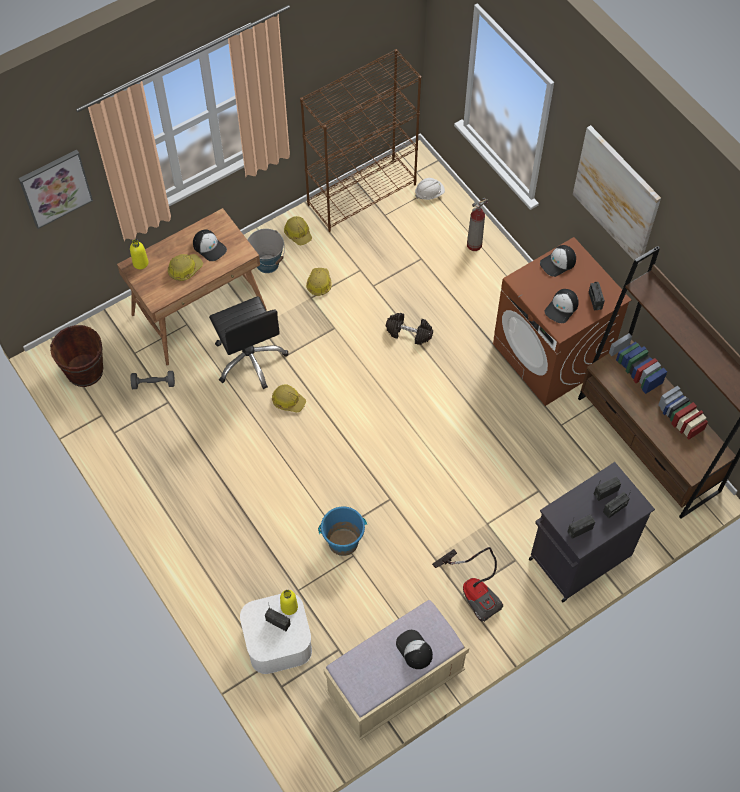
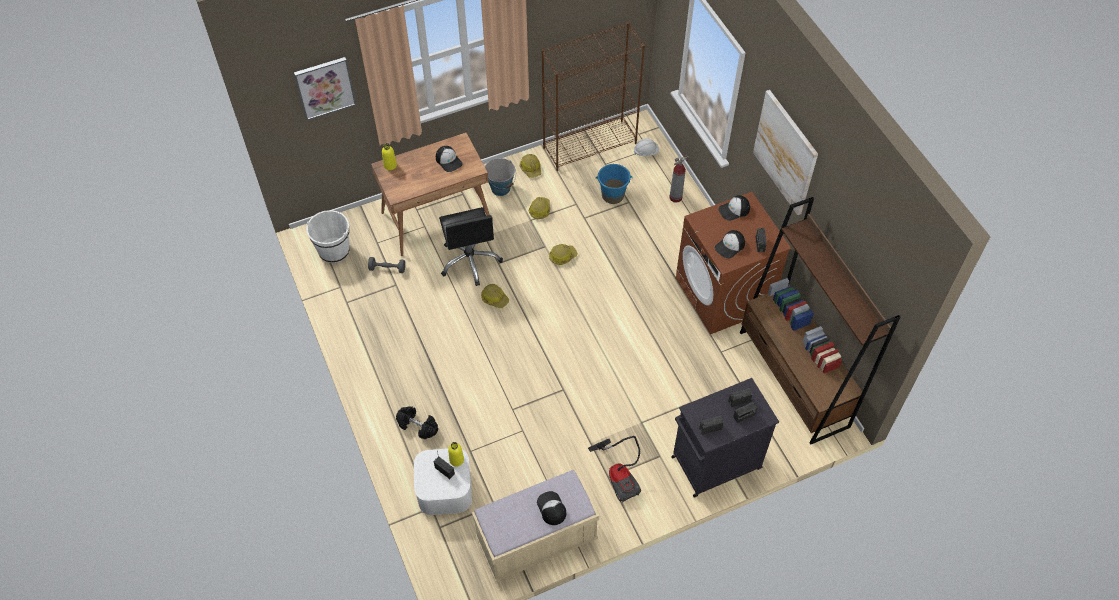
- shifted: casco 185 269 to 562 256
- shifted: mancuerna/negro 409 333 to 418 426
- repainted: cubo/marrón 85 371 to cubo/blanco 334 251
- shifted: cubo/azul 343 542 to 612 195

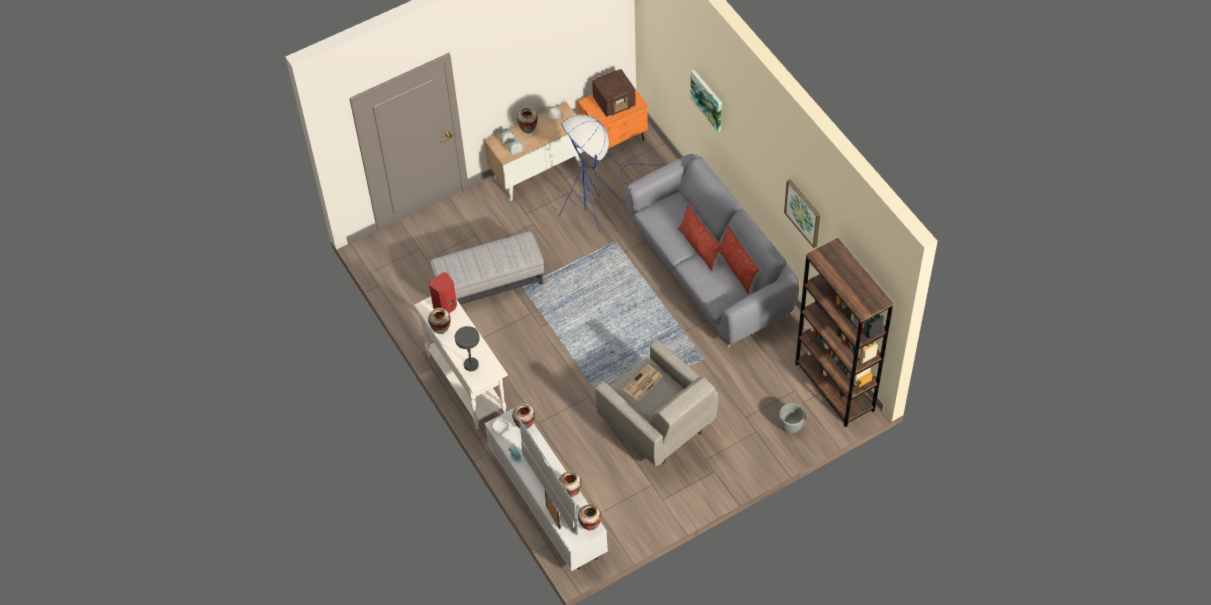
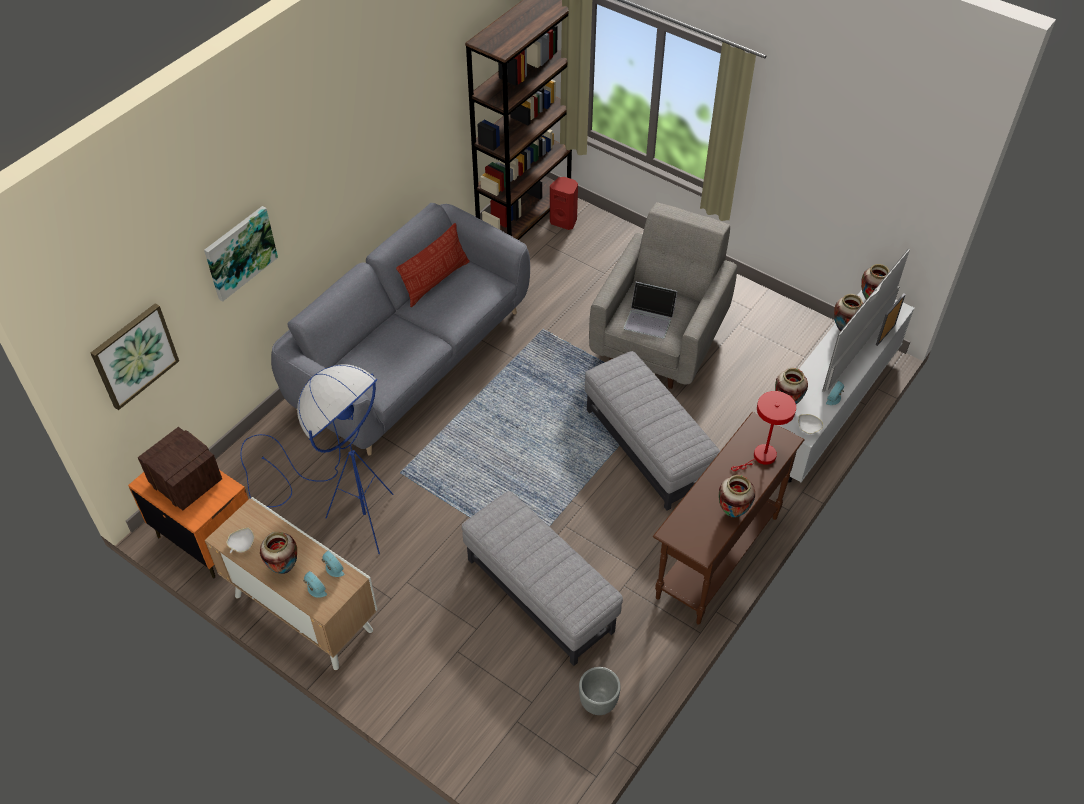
- shifted: cuadro 803 212 to 134 355
- gone: cojín 698 247
- shifted: altavoz/rojo 445 306 to 564 221
- repainted: mesa consola/blanco 466 383 to mesa consola/marrón 716 557
- repainted: lámpara de mesa/gris 470 362 to lámpara de mesa/rojo 761 457
- swapped: periódico 642 383 to portátil 649 319
- shifted: maceta/gris 791 426 to 598 701
- new: puf/gris 646 448

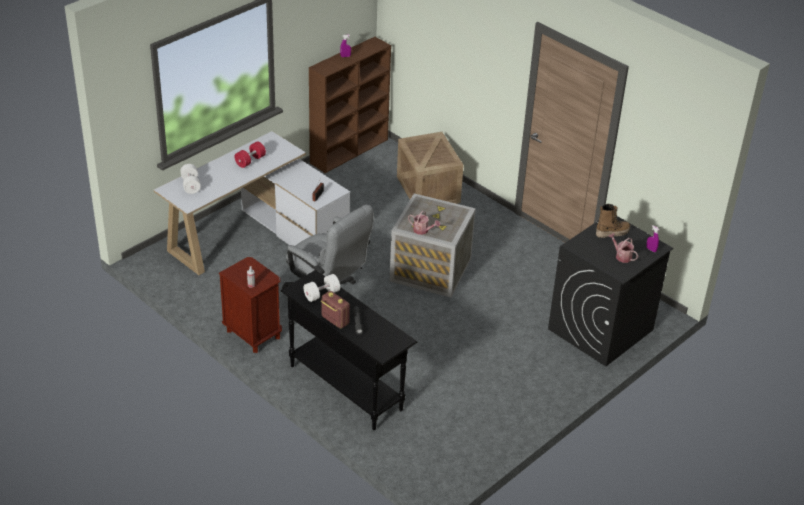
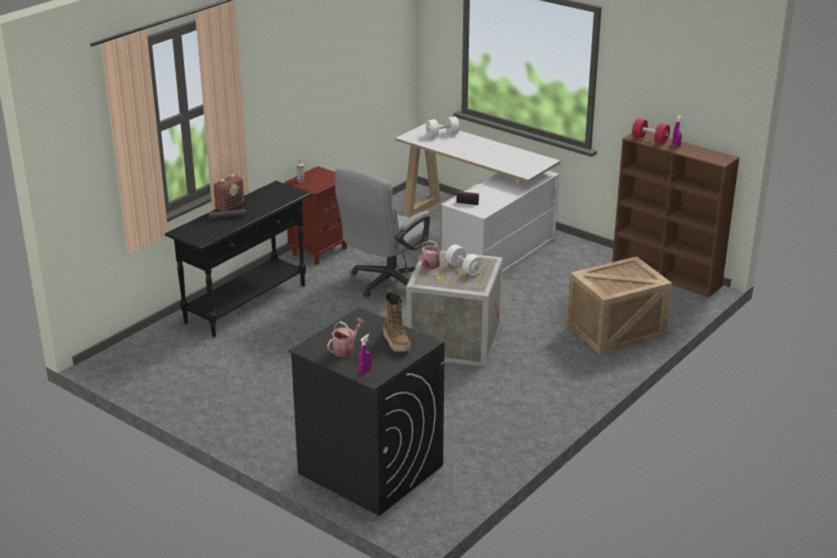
- shifted: mancuerna/rojo 250 161 to 650 139
- shifted: mancuerna/blanco 321 294 to 463 269

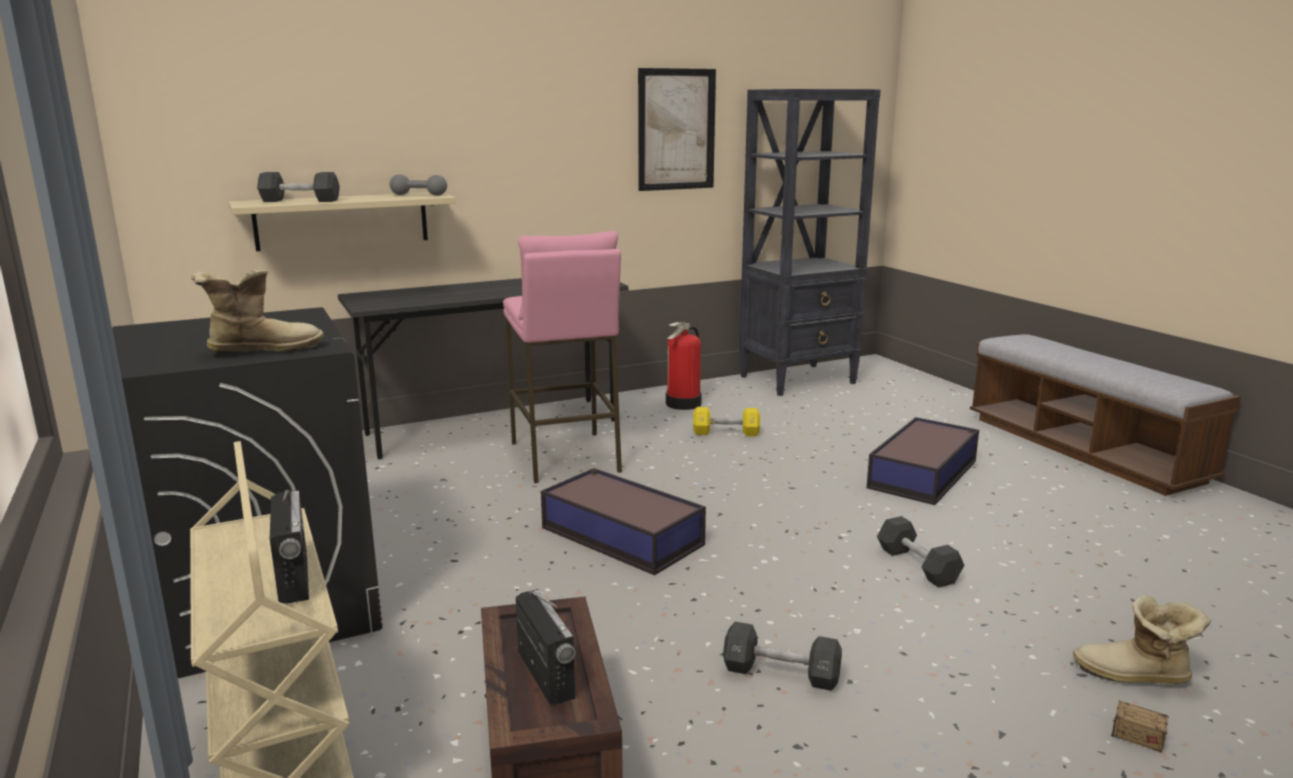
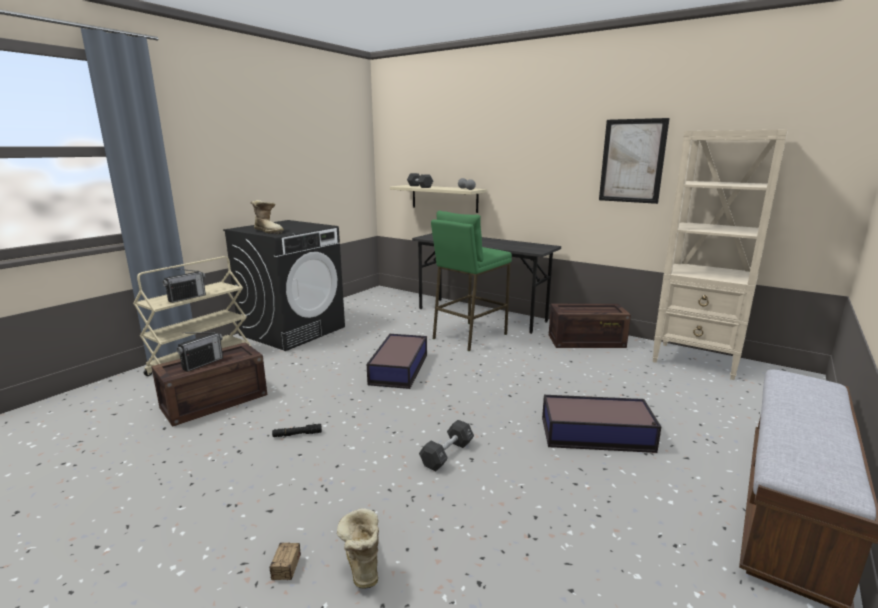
- repainted: estantería/negro 798 380 to estantería/beis 697 361
- repainted: taburete/rosa 565 457 to taburete/verde 469 336
- swapped: extintor 684 404 to caja de embalaje 585 341
- gone: mancuerna/amarillo 726 433
- swapped: mancuerna/negro 781 673 to linterna/negro 297 434

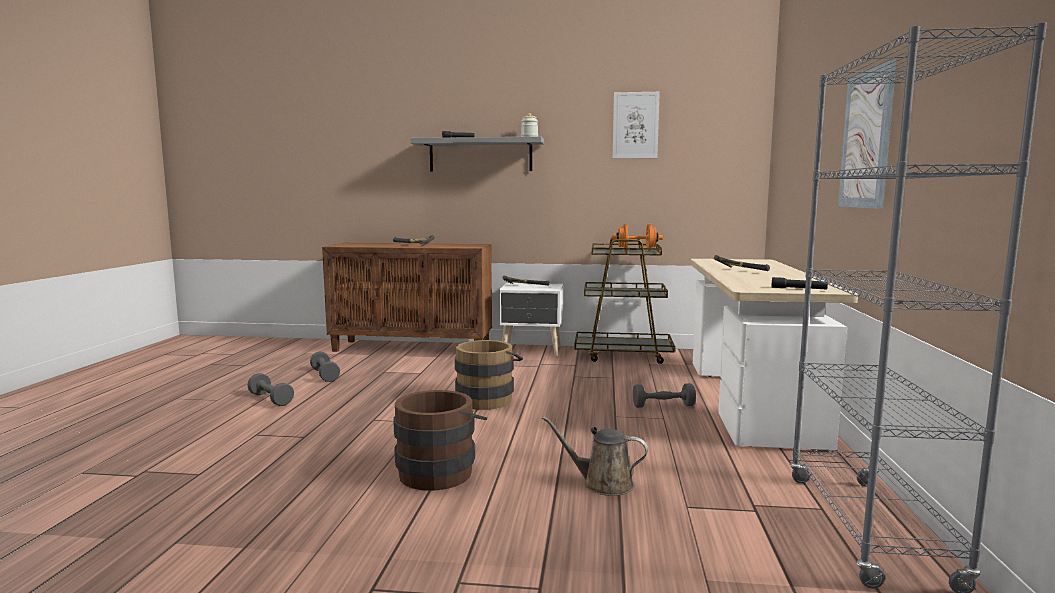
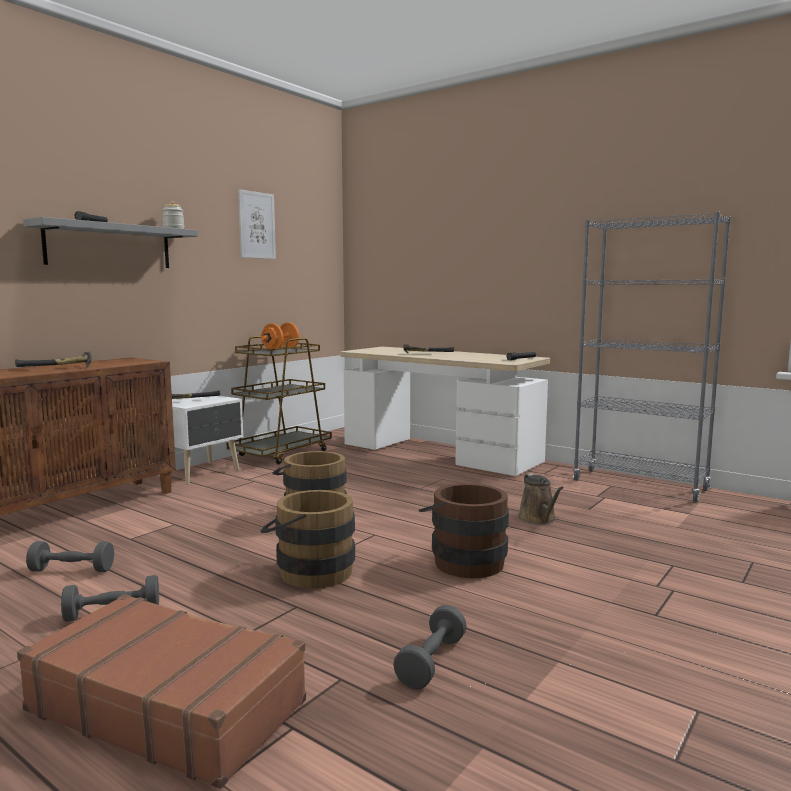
- gone: cuadro 866 139
- shifted: mancuerna/gris 663 406 to 431 662
- rotated: regadera/marrón 602 484 = 538 519 60 degrees counterclockwise
- new: cubo/marrón 309 571
- new: maleta/marrón 167 705

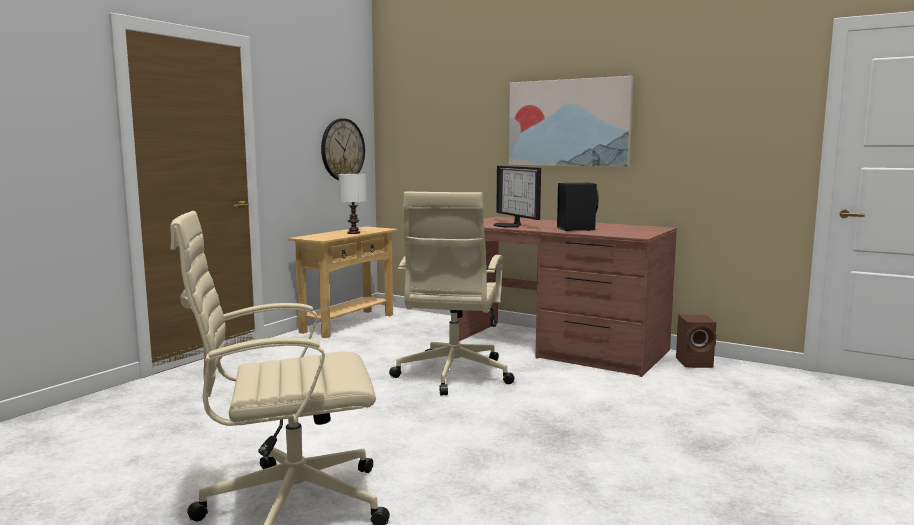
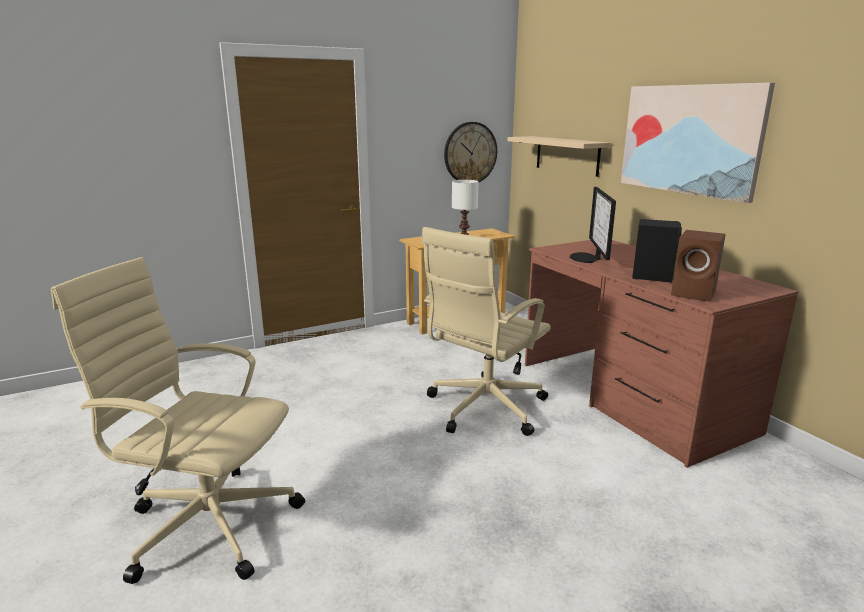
- shifted: altavoz/marrón 695 363 to 695 293
- new: estante/beis 567 155

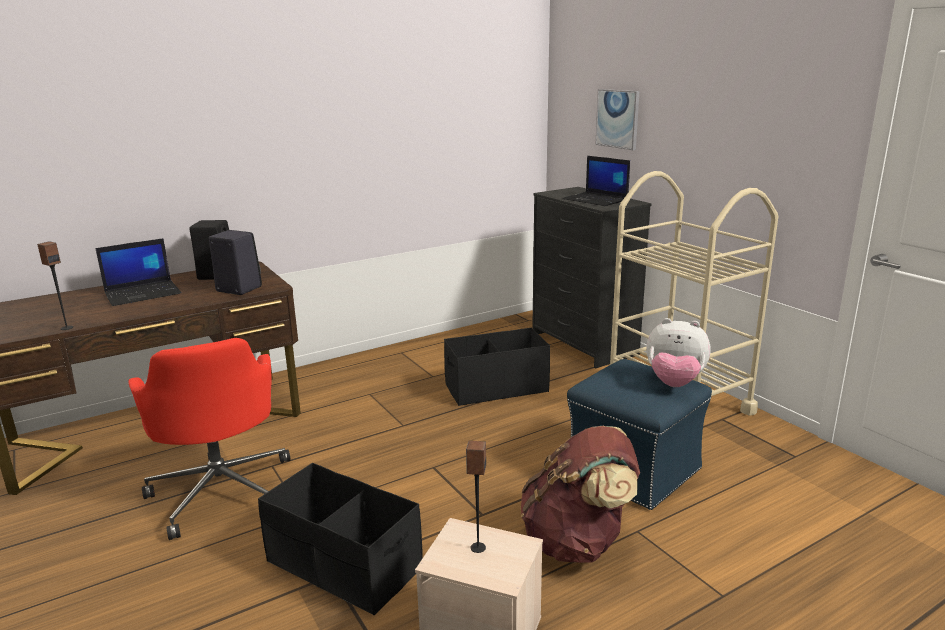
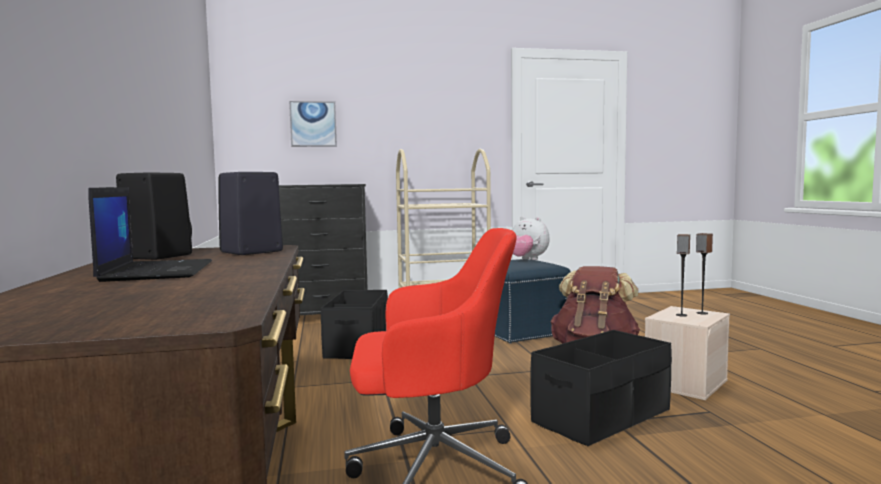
- gone: portátil 596 200
- shifted: altavoz 66 328 to 702 313
- rotated: peluche 674 383 = 526 260 90 degrees clockwise

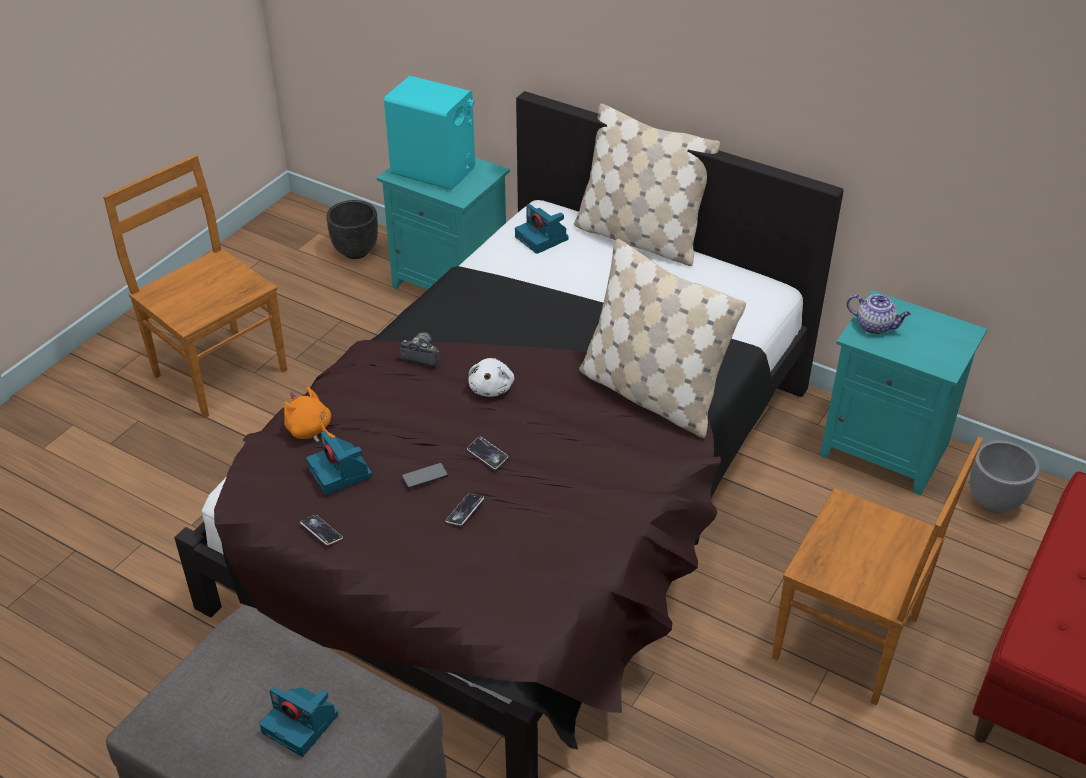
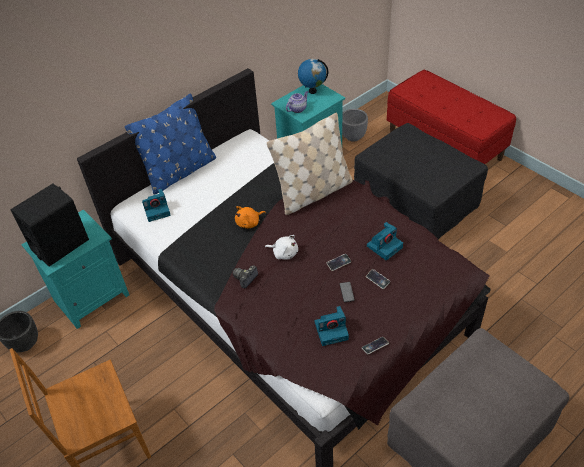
- repainted: altavoz/turquesa 433 170 to altavoz/negro 60 245
- repainted: cojín/beis 639 238 to cojín/azul 180 172
- shifted: peluche/naranja 311 431 to 249 223
- swapped: silla/marrón 850 640 to puf/negro 416 202
- shifted: cámara 302 724 to 384 246
- new: globo terráqueo 312 91

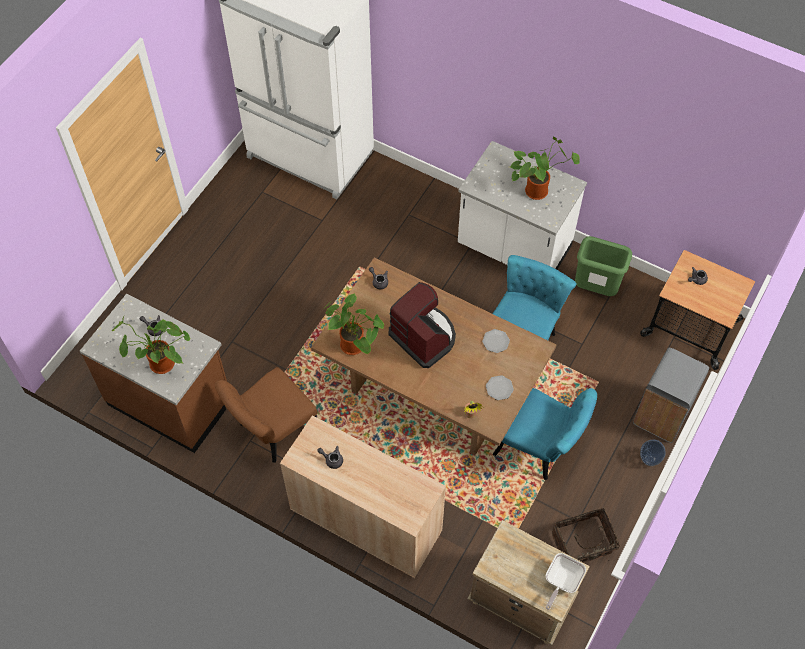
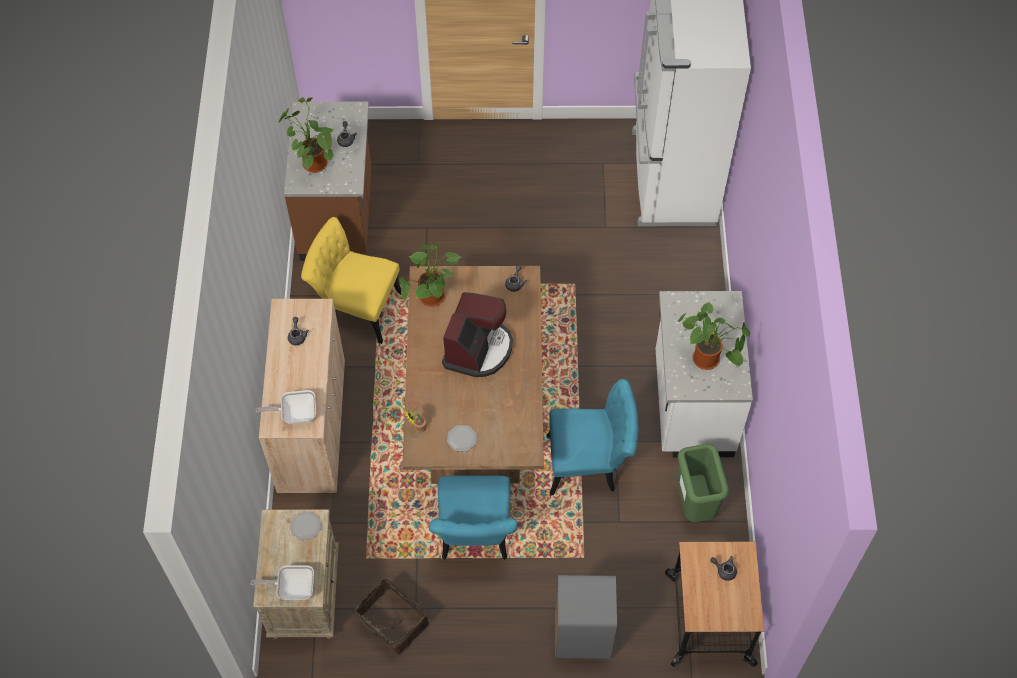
- shifted: plato 495 342 to 305 526
- repainted: silla/marrón 272 431 to silla/amarillo 356 307
- gone: florero 649 460
- new: sartén 295 414

